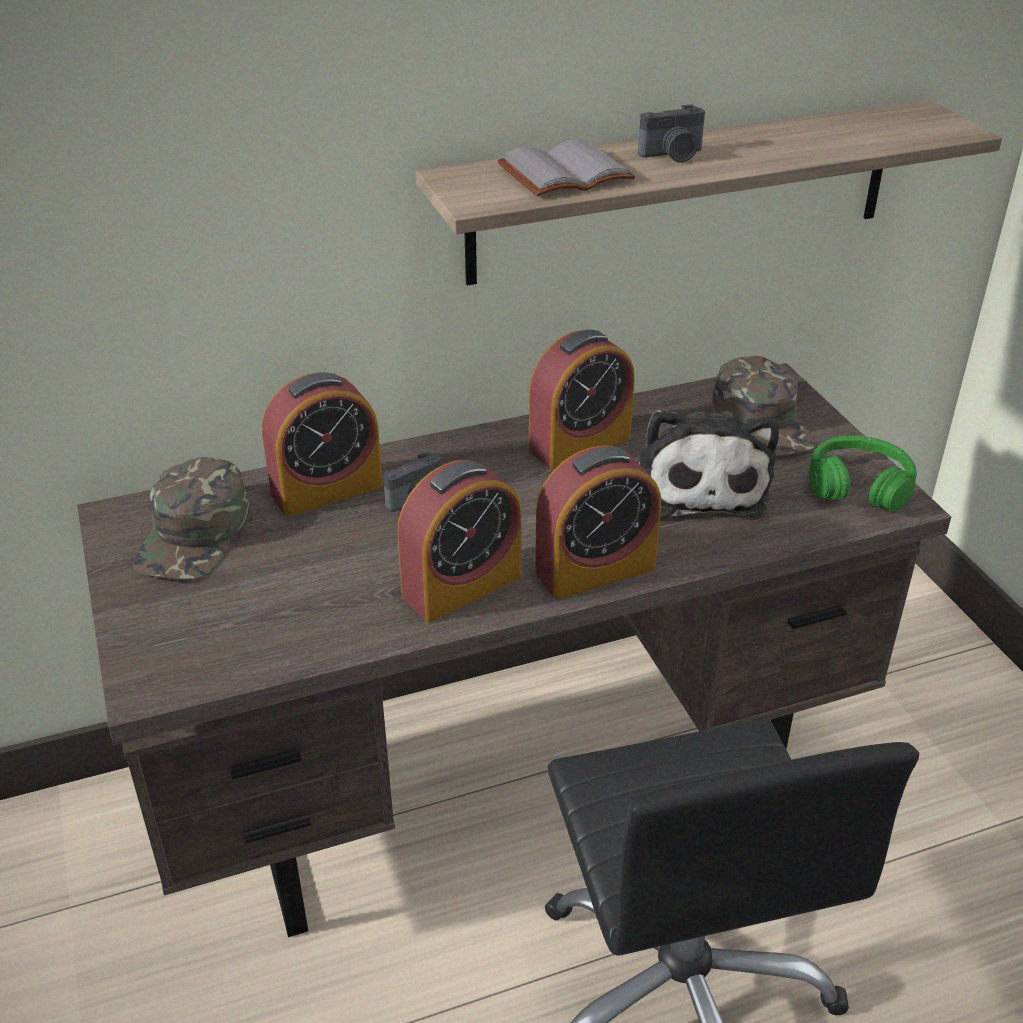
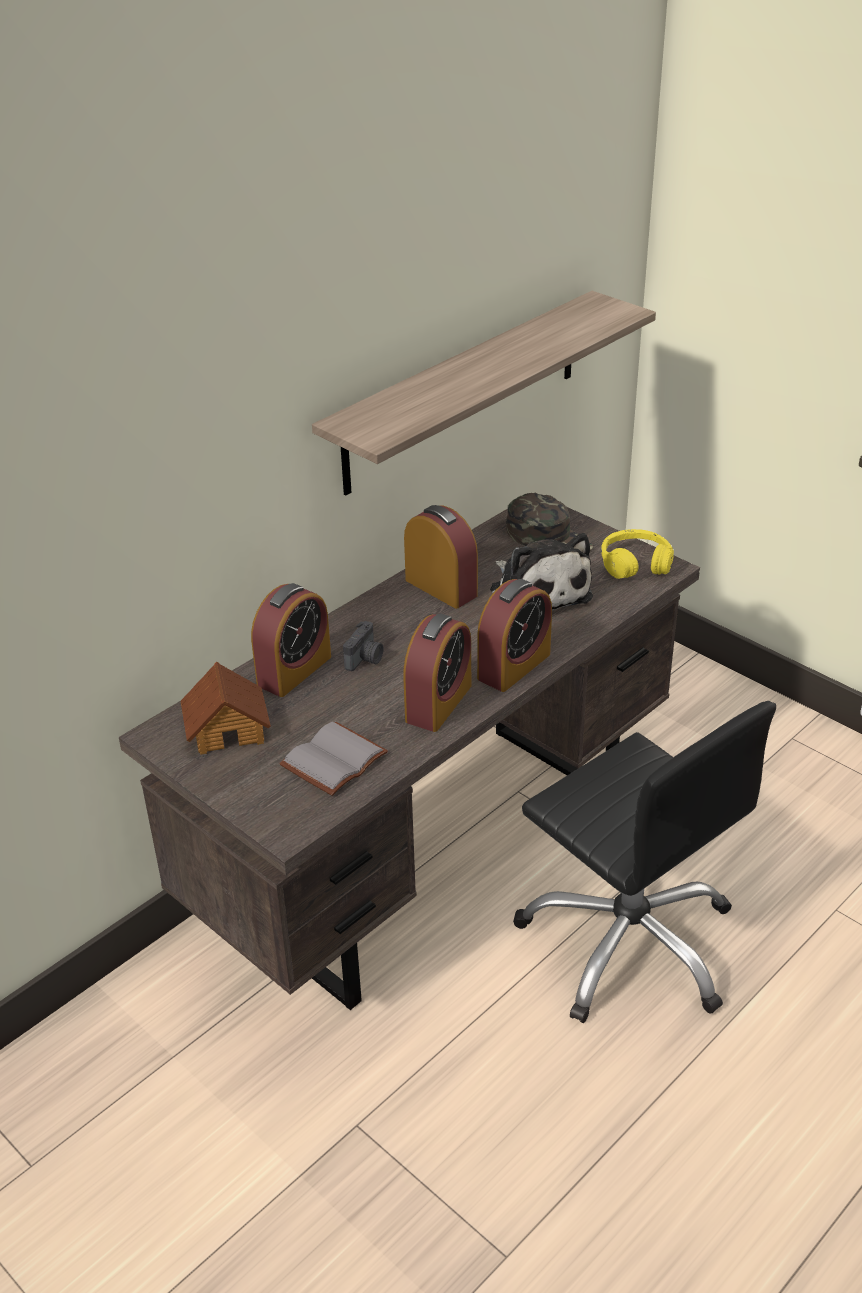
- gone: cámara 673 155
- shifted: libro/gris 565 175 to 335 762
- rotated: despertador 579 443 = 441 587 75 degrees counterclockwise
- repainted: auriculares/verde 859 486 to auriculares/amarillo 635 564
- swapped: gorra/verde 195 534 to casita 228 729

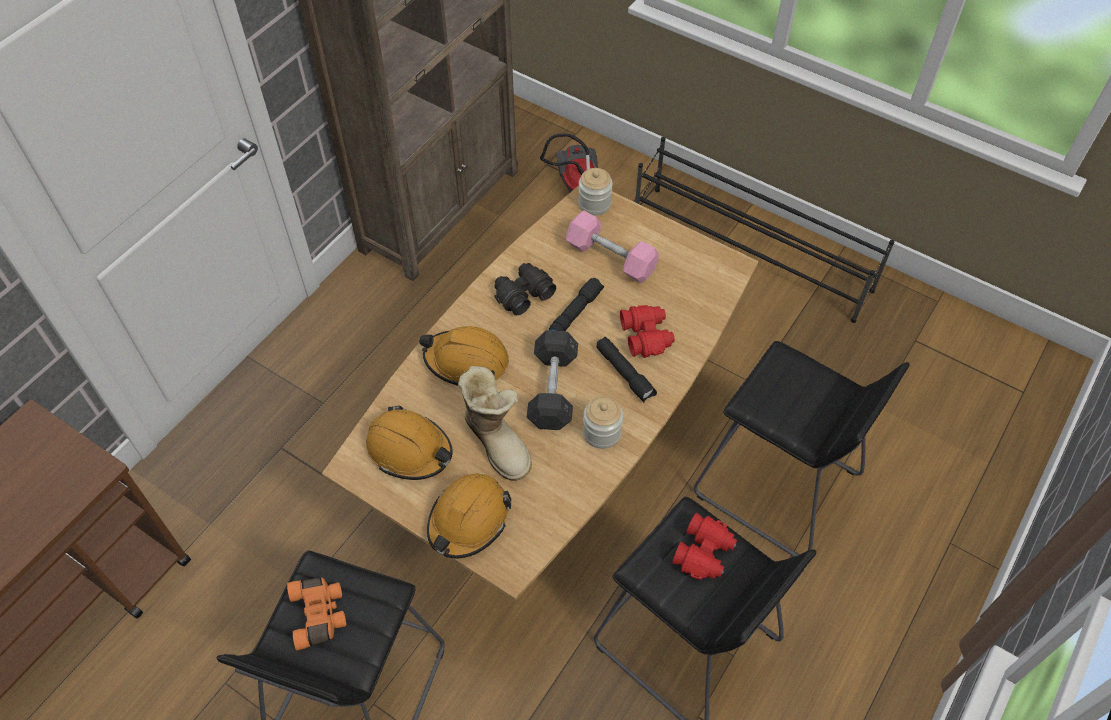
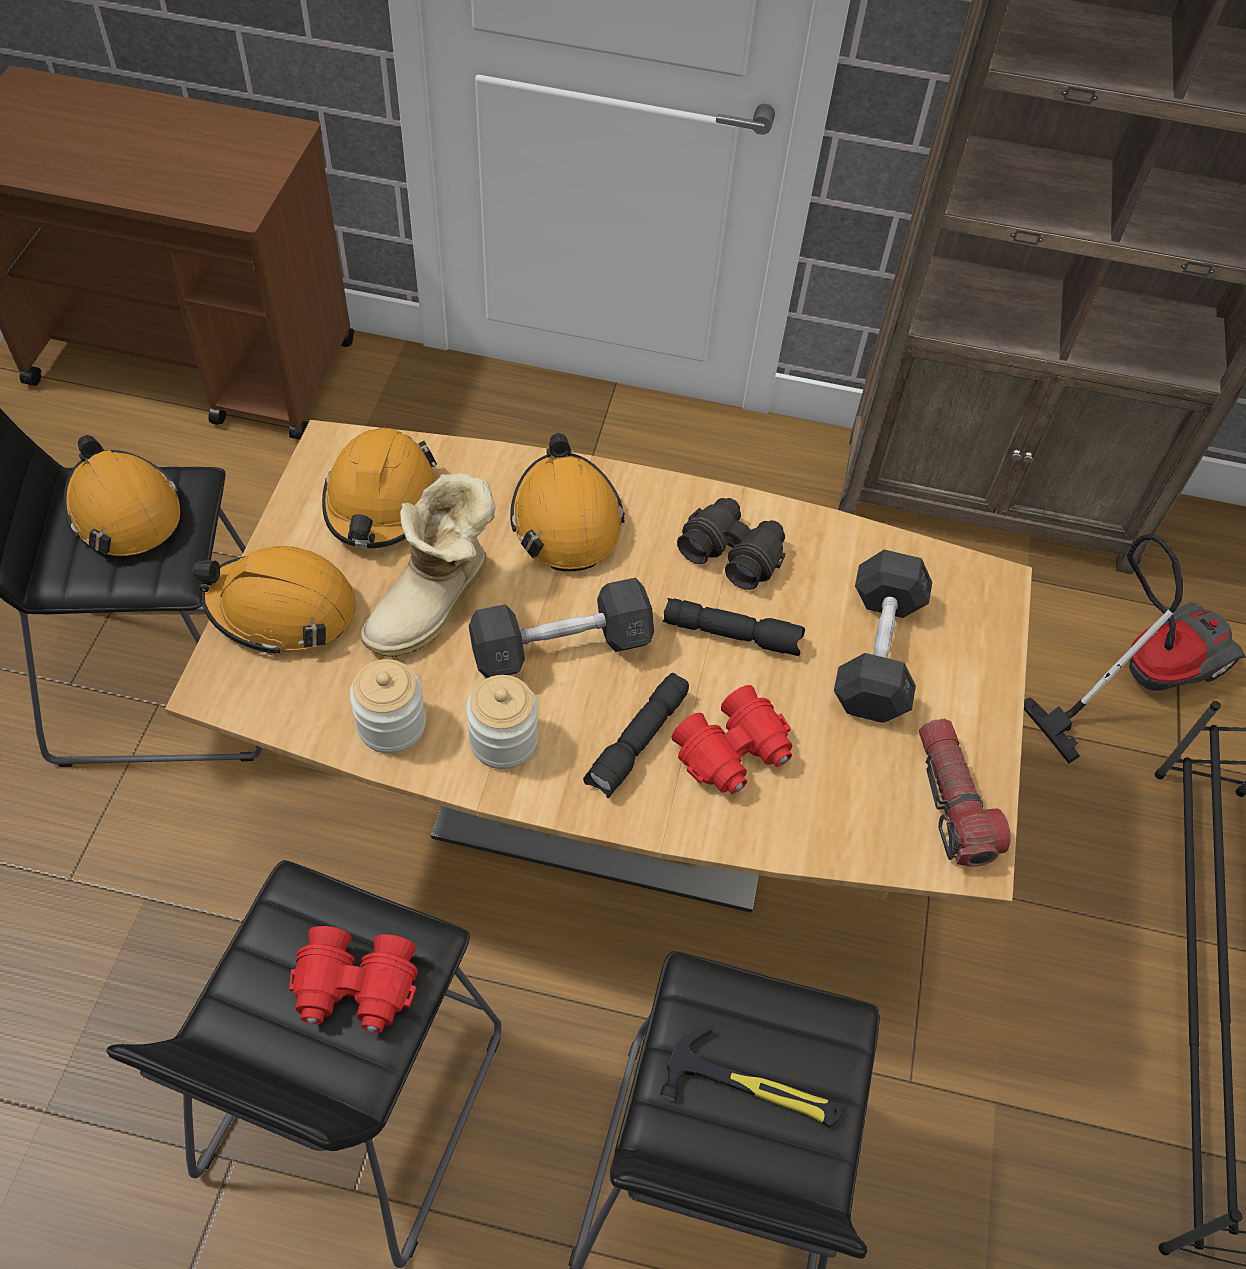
- shifted: tarro 594 204 to 392 725
- repainted: mancuerna/rosa 611 257 to mancuerna/gris 877 653
- swapped: prismáticos/naranja 320 614 to casco/naranja 124 511
- new: linterna 952 801
- new: martillo 753 1087

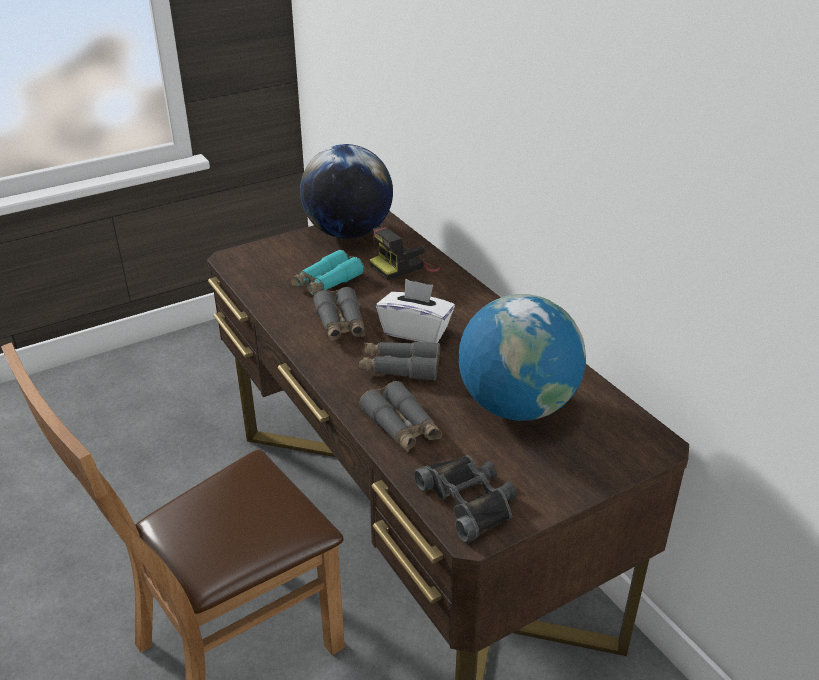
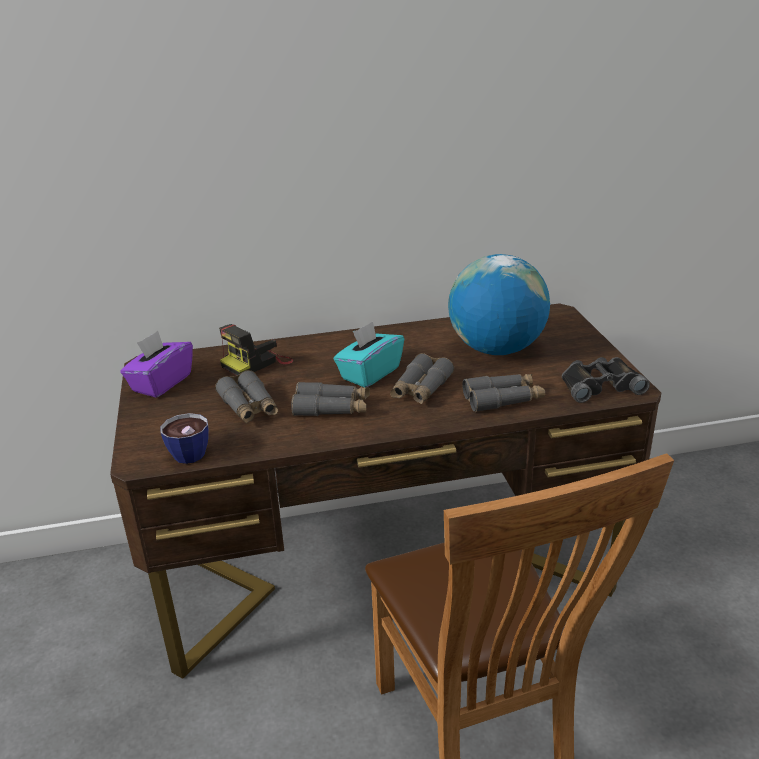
- swapped: globo terráqueo 348 233 to caja de pañuelos/morado 161 383
- rotated: cámara 404 266 = 256 363 60 degrees clockwise
- repainted: prismáticos/turquesa 327 282 to prismáticos/gris 249 407
- repainted: caja de pañuelos/blanco 416 331 to caja de pañuelos/turquesa 369 373
- new: taza 189 451

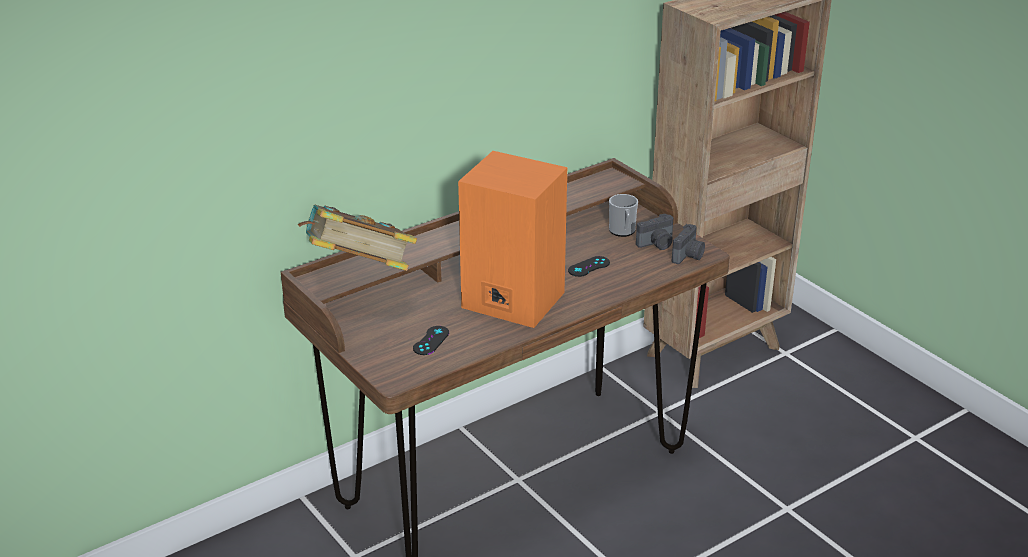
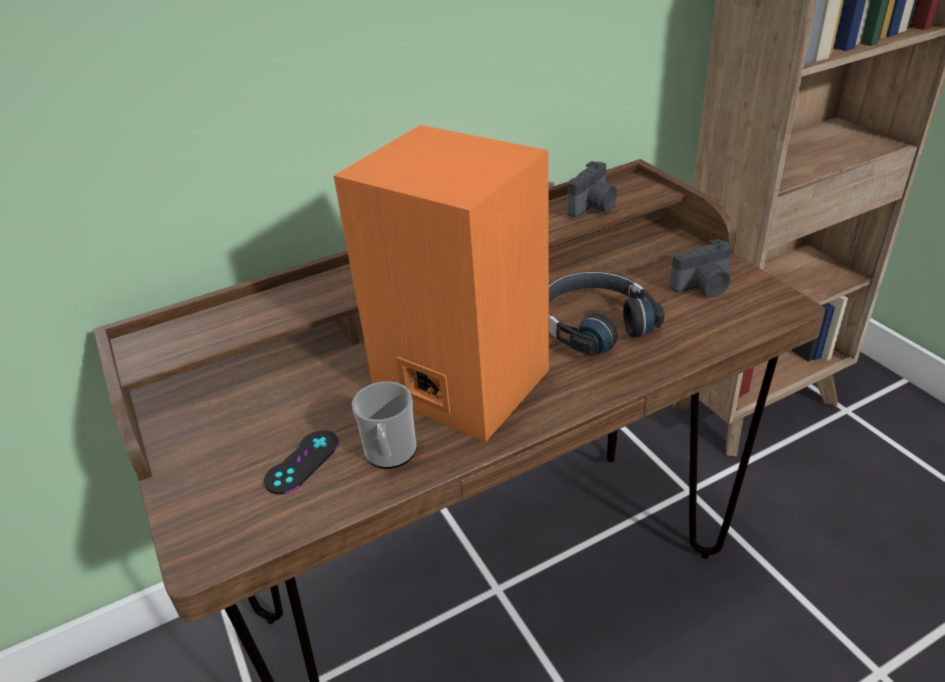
- shifted: taza grande 622 232 to 390 455
- gone: libro 359 273
- shifted: cámara 688 256 to 593 207
- swapped: mando de consola/negro 589 267 to auriculares/negro 594 323

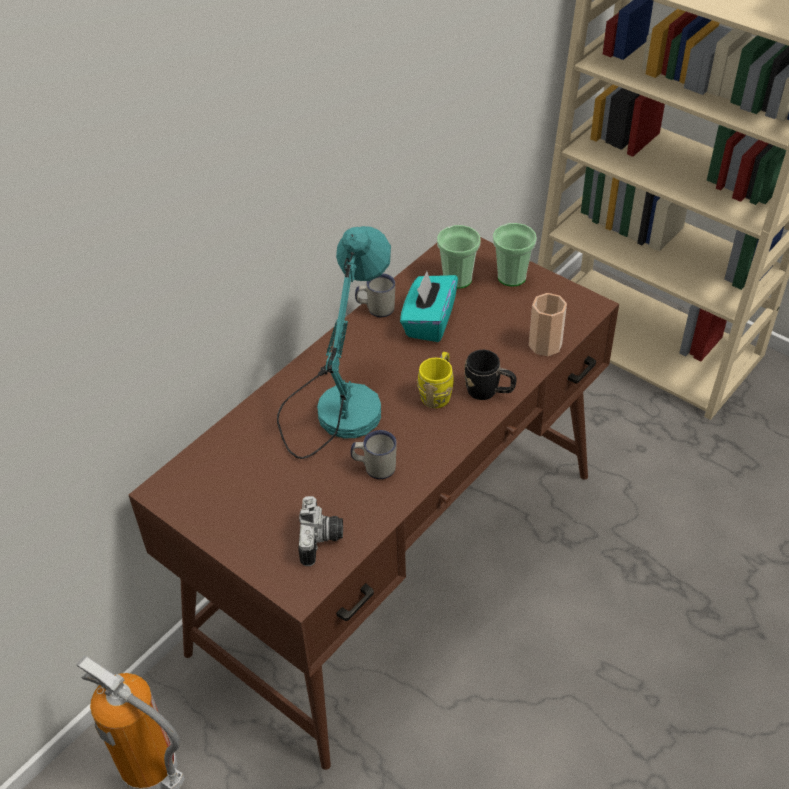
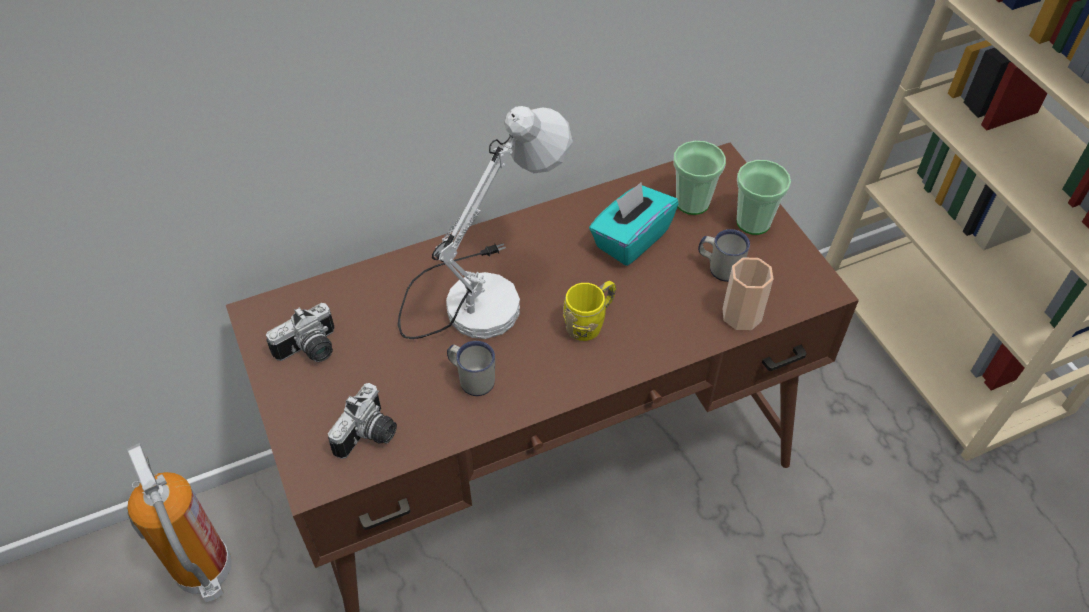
- repainted: lámpara de mesa/turquesa 336 403 to lámpara de mesa/blanco 478 291
- shifted: taza grande/blanco 376 309 to 719 267
- gone: taza grande/negro 489 392
- new: cámara 310 350

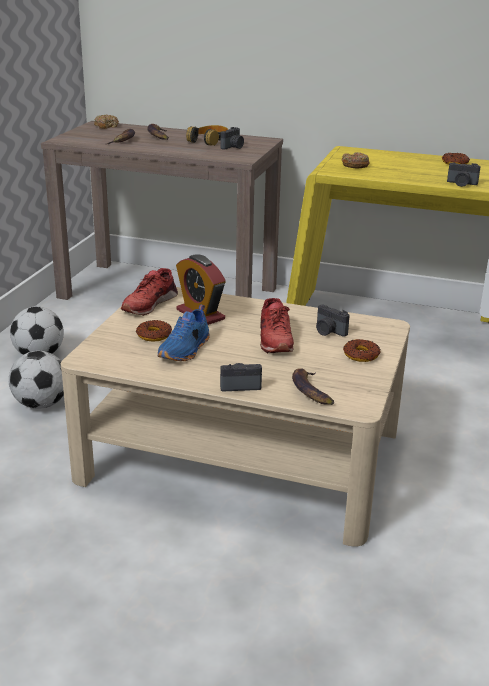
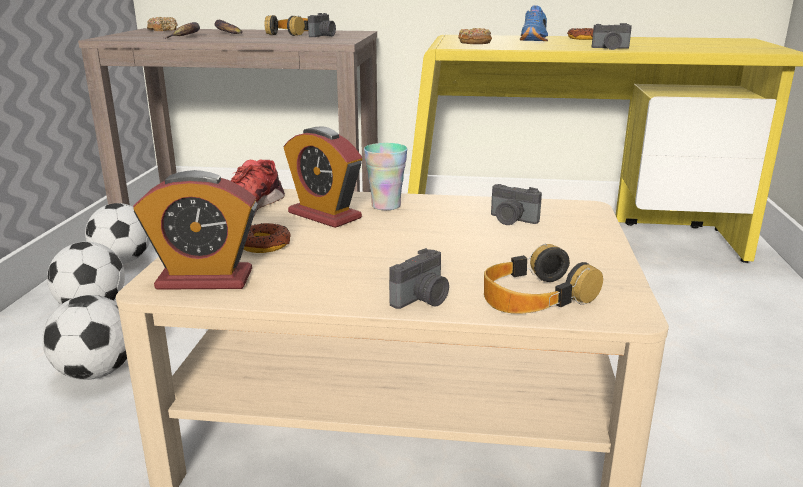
- gone: zapato/rojo 274 339
- shifted: zapato/azul 186 350 to 535 40
- gone: rosquilla 361 355
- rotated: cámara 240 385 = 423 299 150 degrees clockwise
- swapped: plátano 310 391 to auriculares 535 296
- new: taza 386 206
- new: despertador 205 279
- new: balón de fútbol 123 261

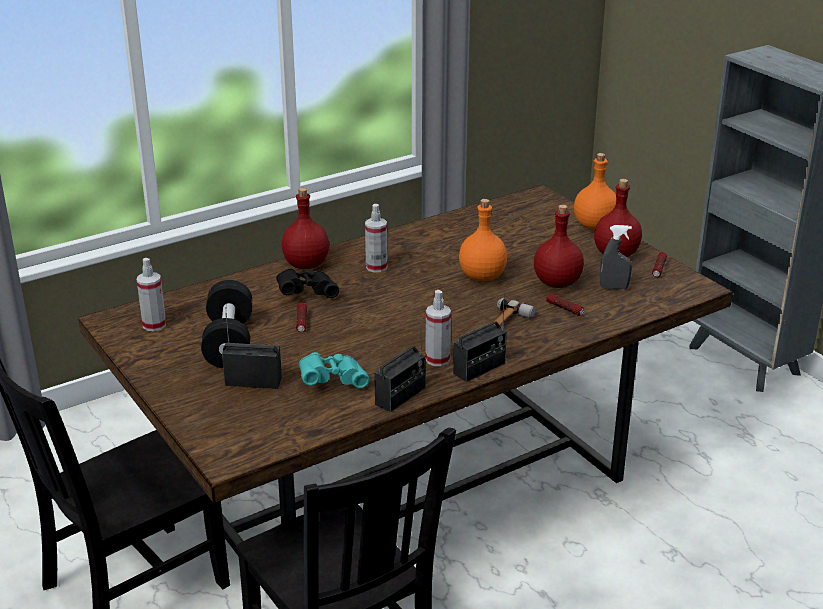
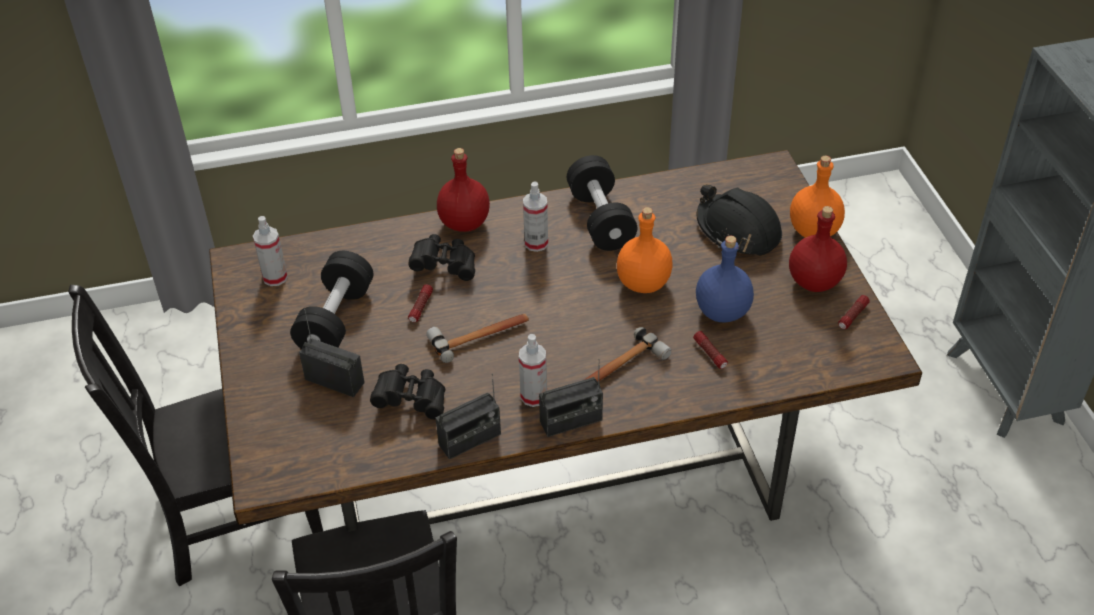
- repainted: botella/rojo 558 283 to botella/azul 723 312
- gone: pulverizador/gris 614 288
- repainted: prismáticos/turquesa 332 381 to prismáticos/negro 412 400
- new: mancuerna/negro 600 219
- new: casco/negro 738 230
- new: martillo 480 336

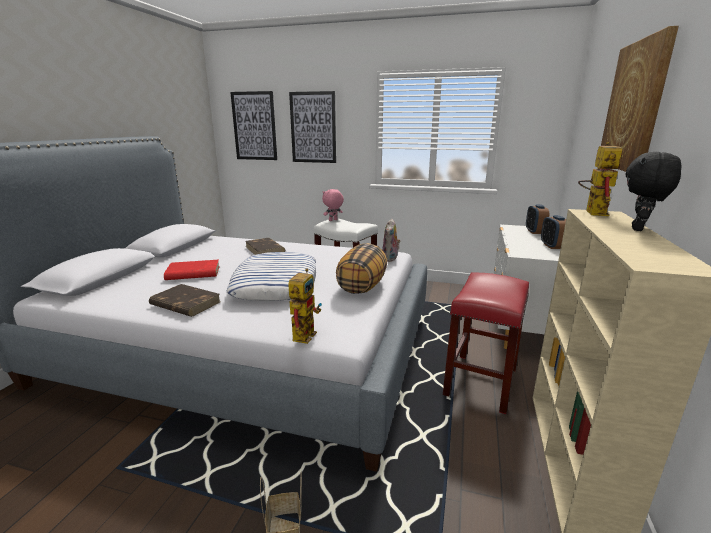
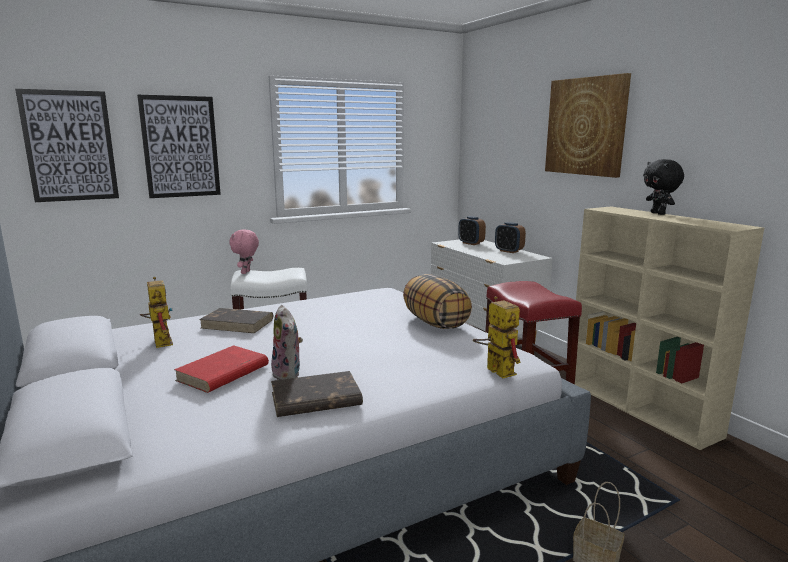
- shifted: robot de juguete 592 211 to 160 341
- shifted: peluche 390 259 to 289 374
- gone: cojín 276 283

